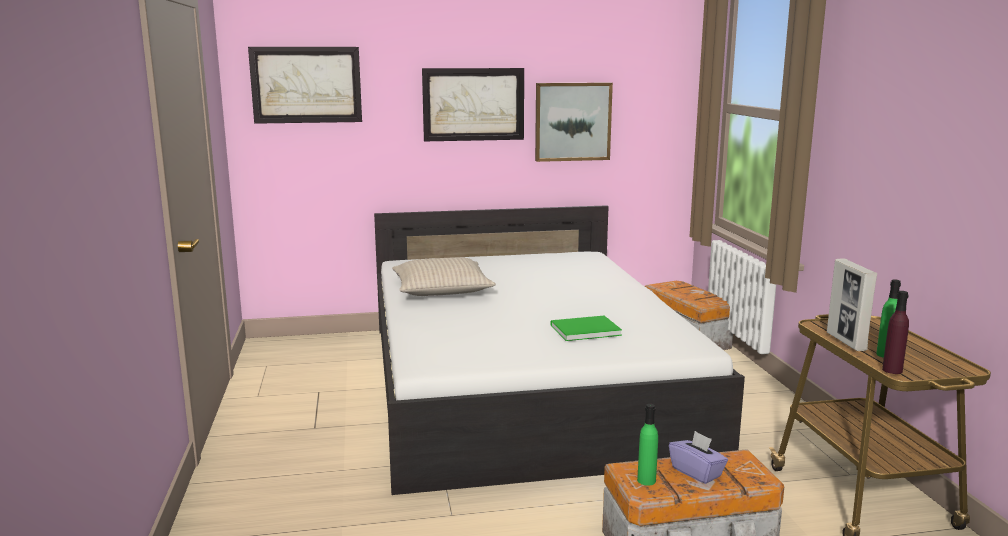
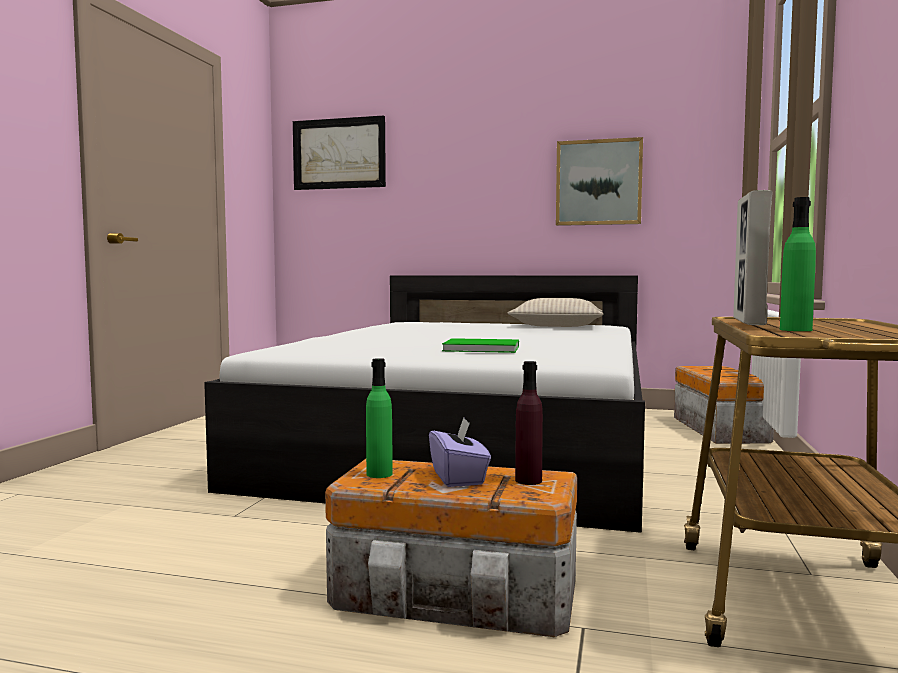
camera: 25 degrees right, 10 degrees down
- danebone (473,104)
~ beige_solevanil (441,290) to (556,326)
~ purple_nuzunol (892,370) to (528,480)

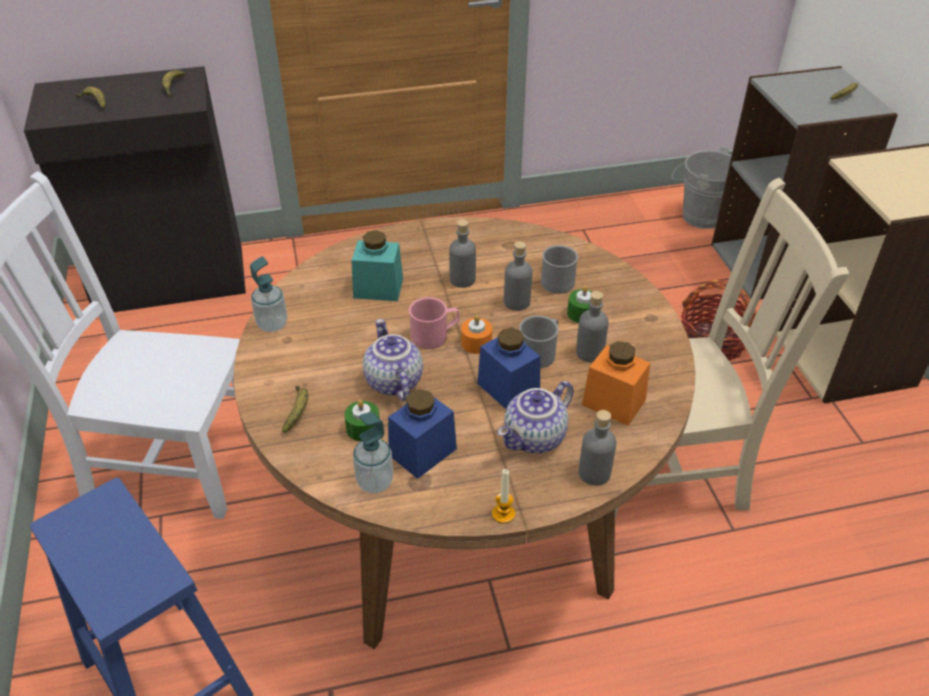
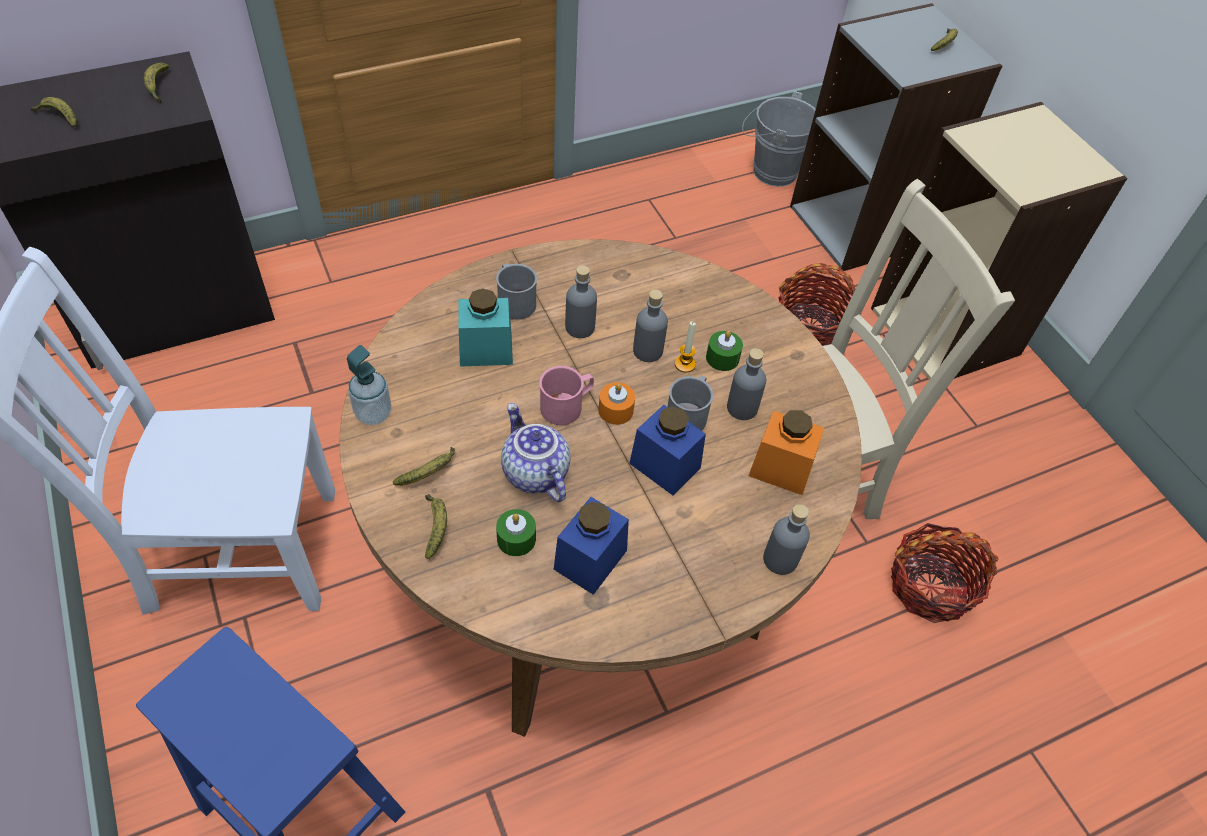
camera: 15 degrees left, 10 degrees up
- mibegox (375,482)
- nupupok (535,439)
+ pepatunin (429,473)
+ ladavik (930,586)
~ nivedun (503,514) to (685,364)
~ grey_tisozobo (555,279) to (514,301)

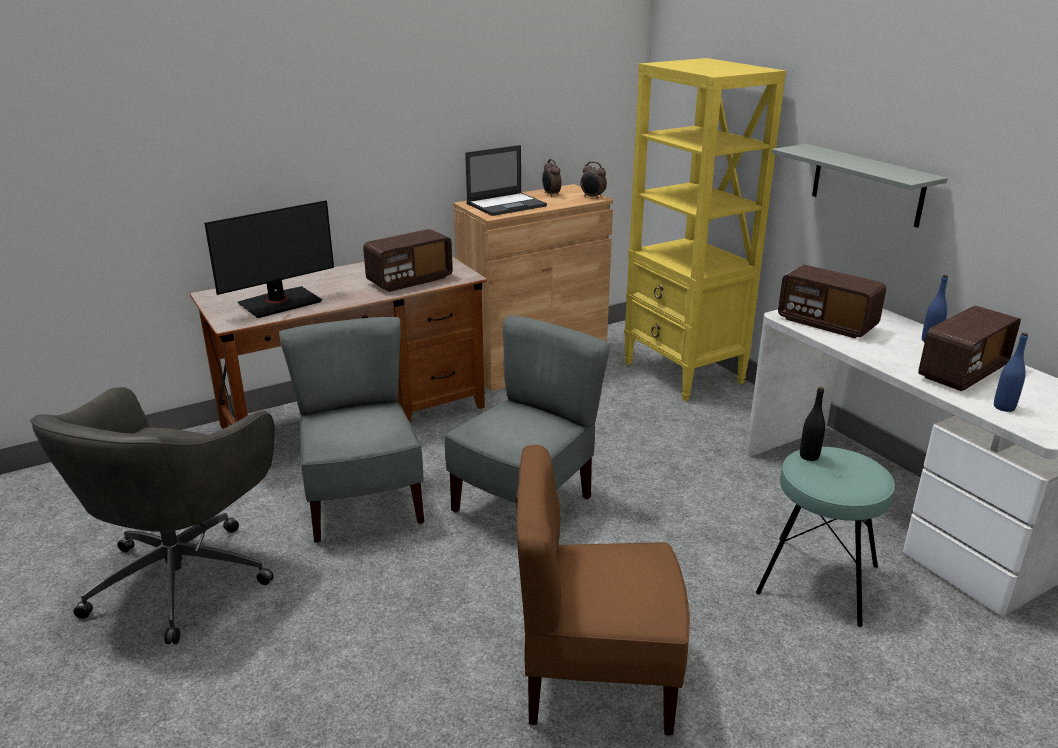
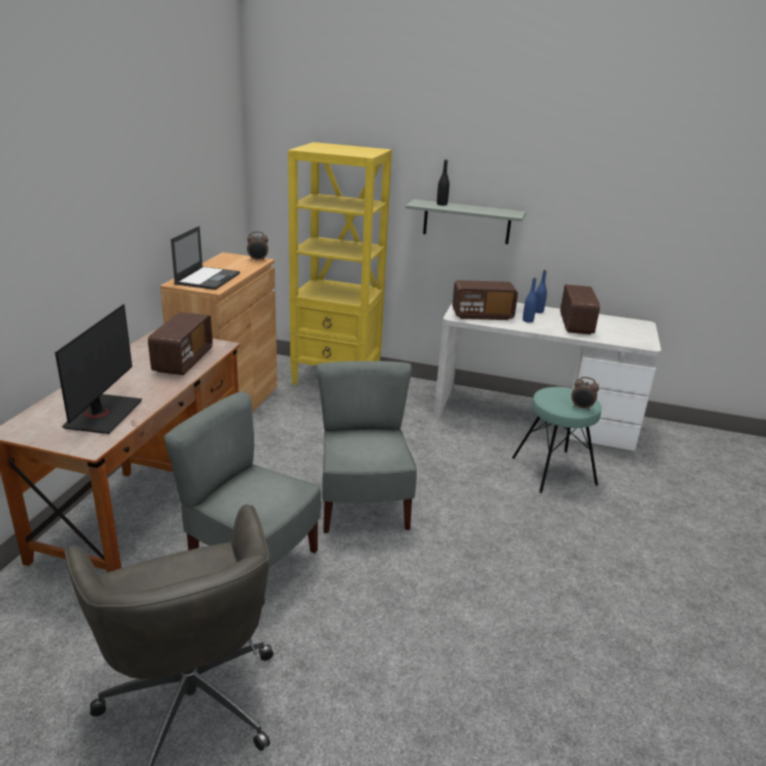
camera: 45 degrees left, 0 degrees up
- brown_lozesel (596,679)
~ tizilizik (551,194) to (581,408)
~ black_nuzunol (809,456) to (442,204)
~ blue_nuzunol (1004,407) to (528,320)

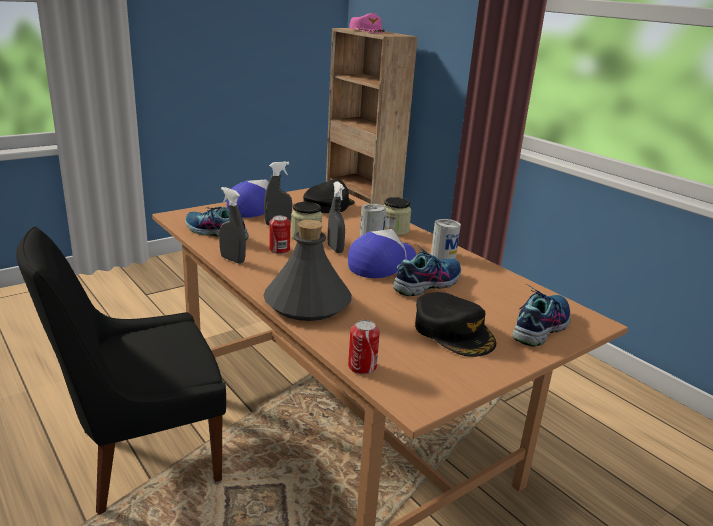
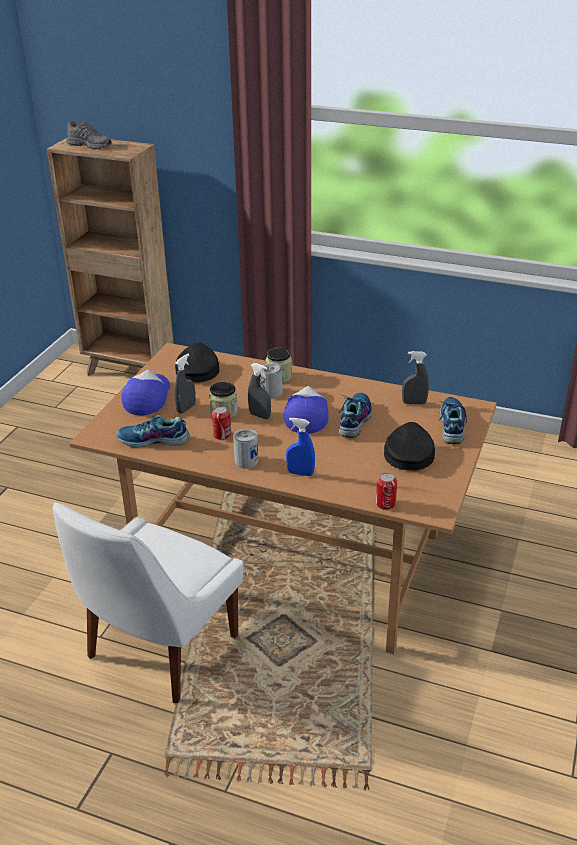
camera: 30 degrees left, 10 degrees up
~ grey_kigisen (232,260) to (414,403)
~ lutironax (443,255) to (246,461)
~ grey_nuzunol (307,303) to blue_kigisen (300,473)
~ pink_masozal (367,30) to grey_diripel (90,145)
~ black_lozesel (143,456) to white_lozesel (159,650)
~ black_masozal (453,331) = (408,453) 105 degrees counterclockwise

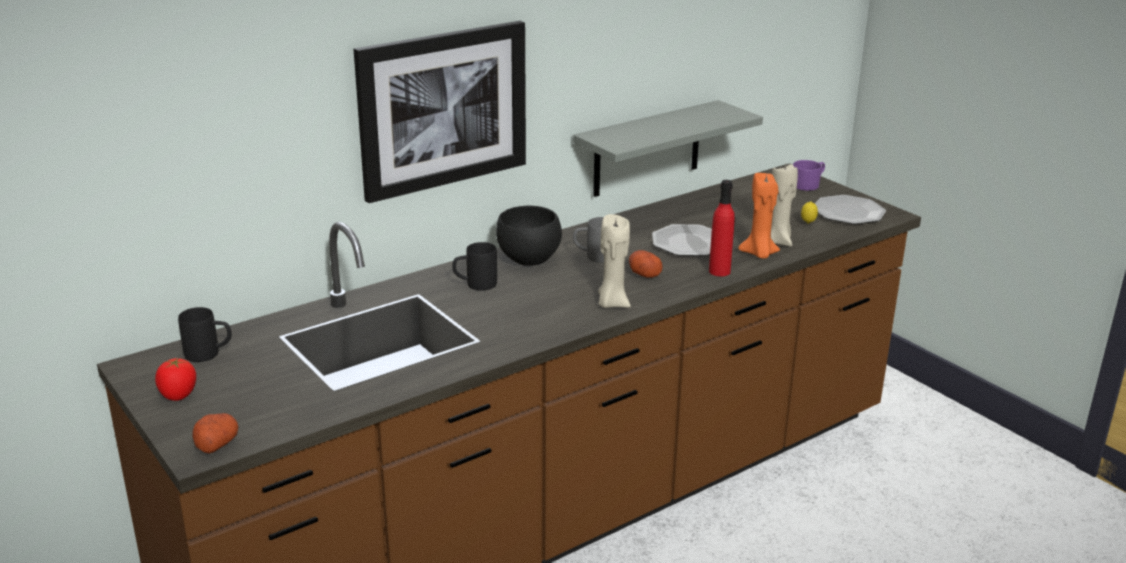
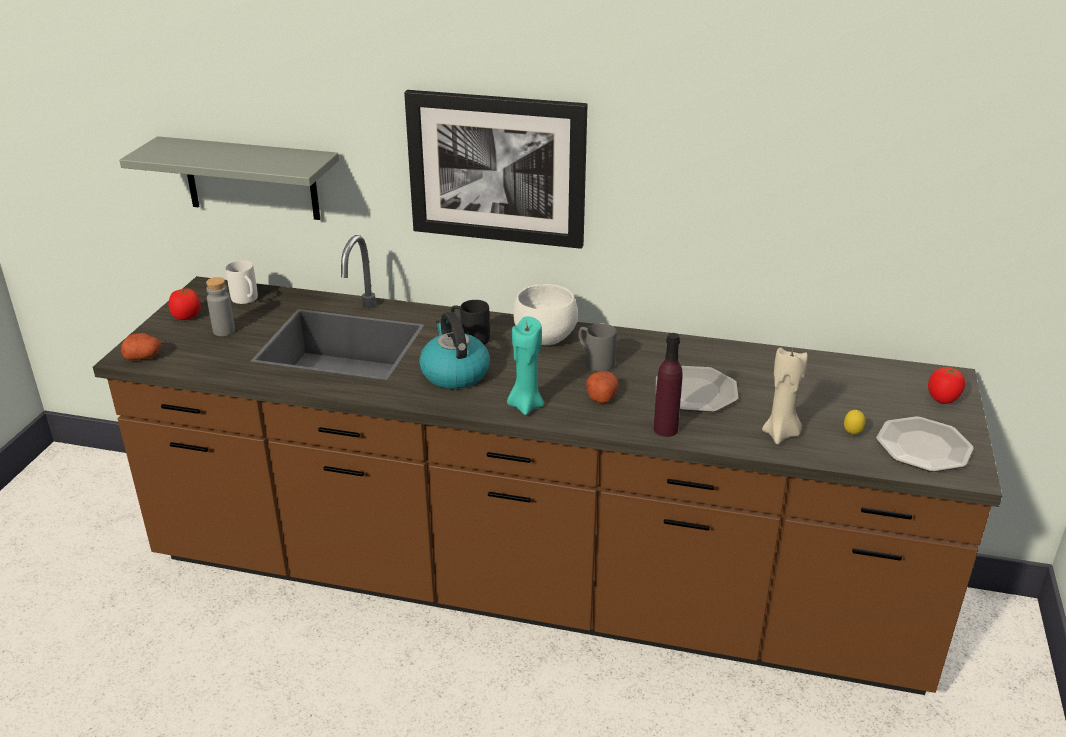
camera: 50 degrees right, 5 degrees up
- orange_nivedun (759,254)
+ grey_nuzunol (224,331)
+ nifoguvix (454,373)
~ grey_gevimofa (647,149) to (251,178)
~ purple_tisozobo (808,185) to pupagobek (942,399)
~ black_tisozobo (209,354) to white_tisozobo (247,300)
~ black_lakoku (528,260) to white_lakoku (543,339)
~ beige_nivedun (612,303) to turquoise_nivedun (525,405)
~ red_nuzunol (719,271) to purple_nuzunol (665,429)

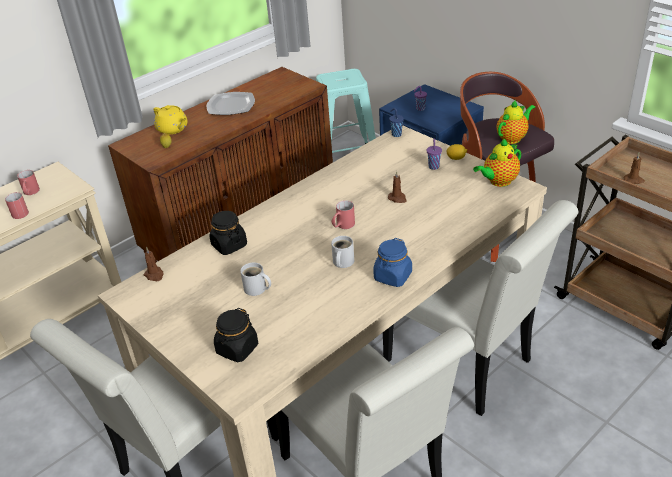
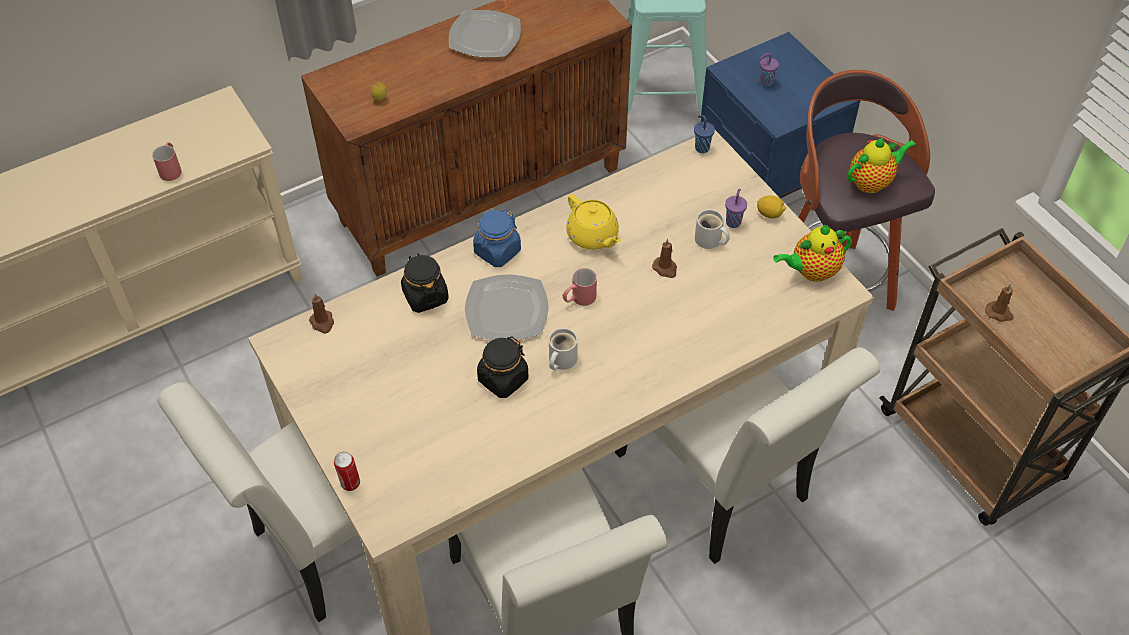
camera: 10 degrees right, 15 degrees up
- red_tisozobo (30,193)
+ lutironax (350,484)
+ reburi (506,311)
~ yellow_nupupok (173,129) to (593,236)
~ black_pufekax (237,349) to (503,379)
~ white_tisozobo (256,289) to (709,241)
~ blue_pufekax (393,276) to (497,252)

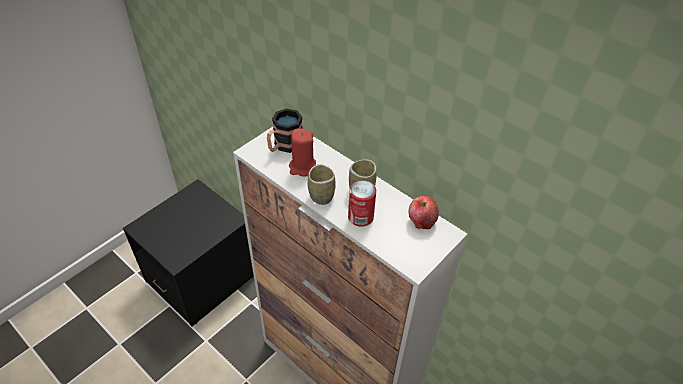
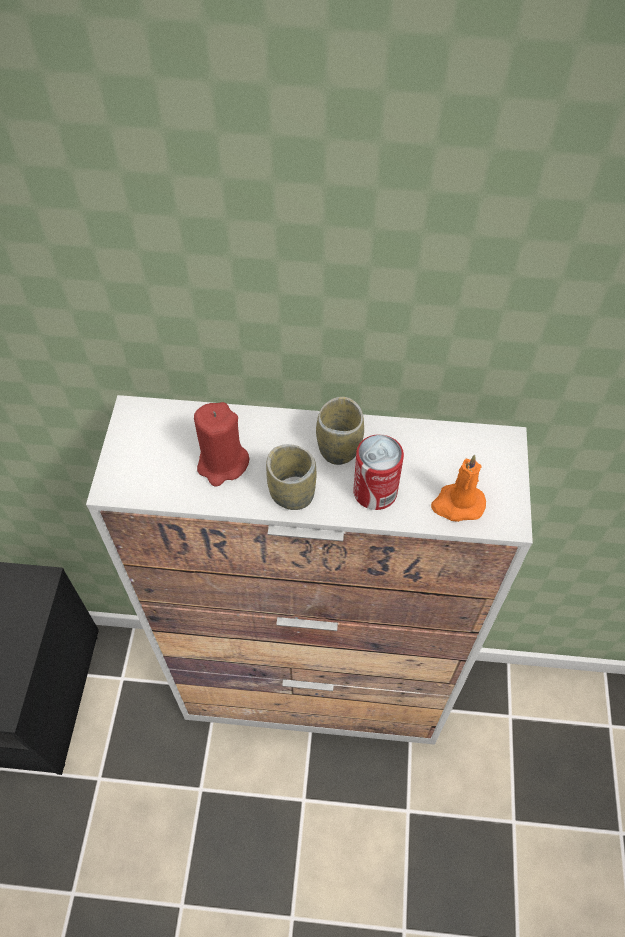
camera: 35 degrees left, 10 degrees up
- tisozobo (284,146)
- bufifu (421,221)
+ orange_nivedun (457,504)

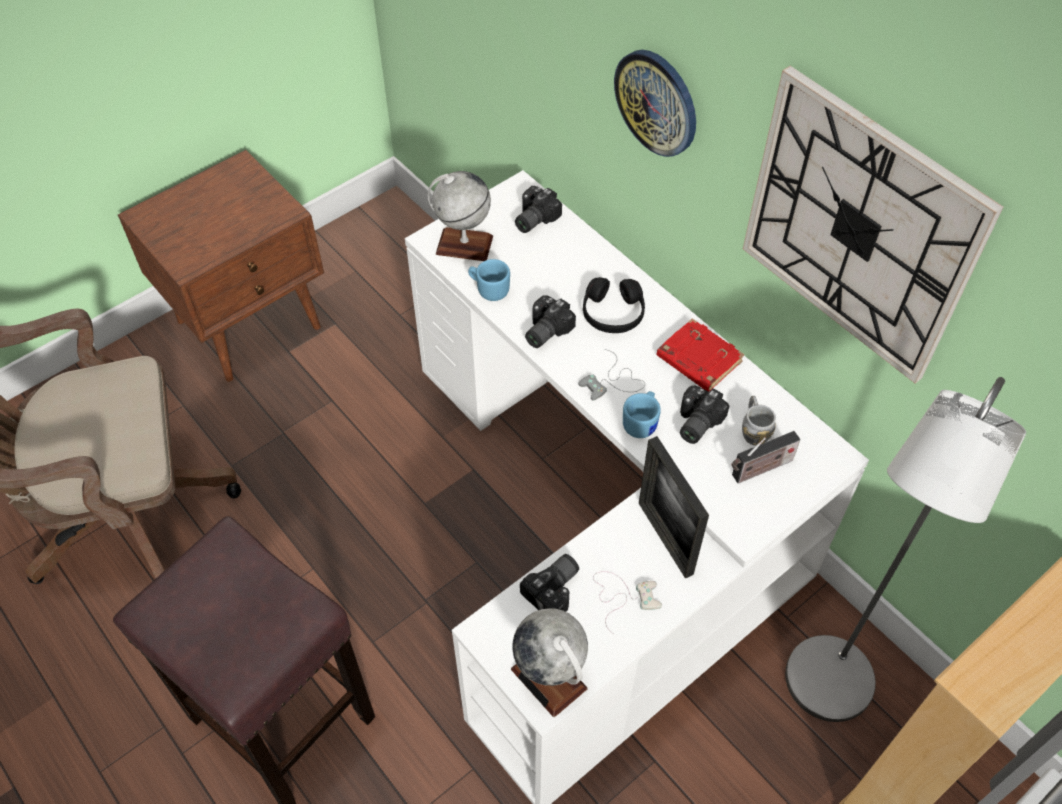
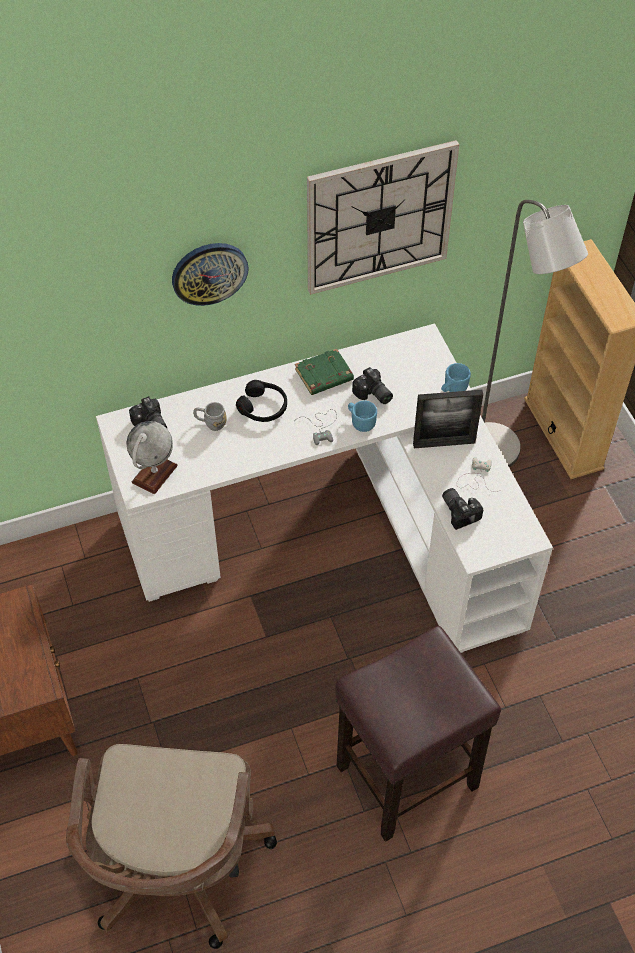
camera: 70 degrees left, 0 degrees up
- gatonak (549,679)
- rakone (544,330)
- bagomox (760,469)
~ blue_tisozobo (489,289) to (452,388)
~ grey_tisozobo (753,429) to (210,423)
~ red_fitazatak (697,360) to green_fitazatak (324,376)

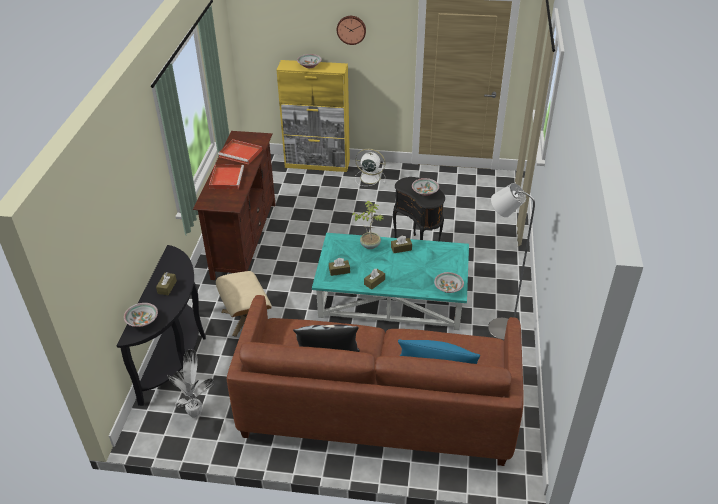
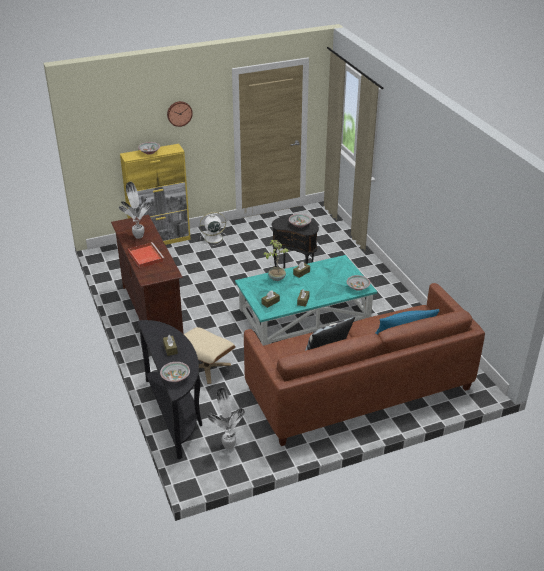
camera: 30 degrees left, 5 degrees down
- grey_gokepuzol (496,328)
~ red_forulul (241,153) to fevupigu (138,235)

